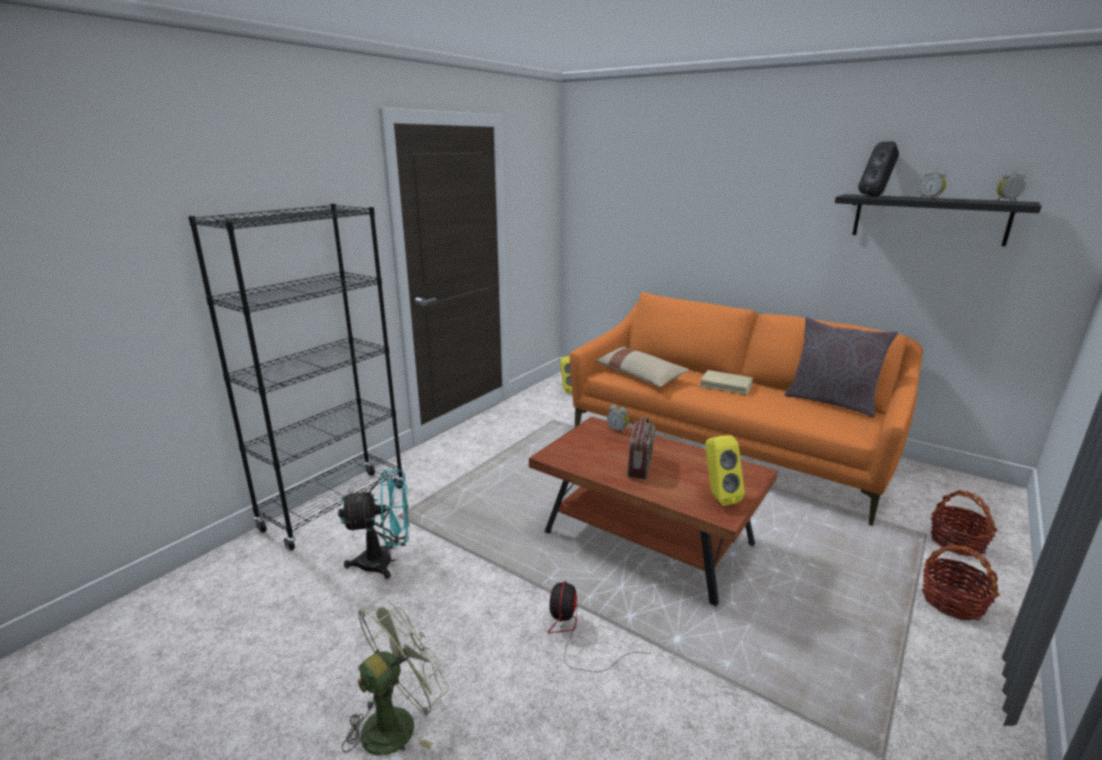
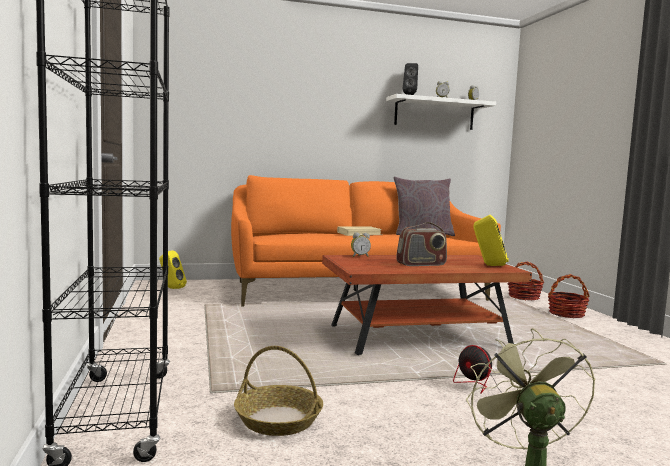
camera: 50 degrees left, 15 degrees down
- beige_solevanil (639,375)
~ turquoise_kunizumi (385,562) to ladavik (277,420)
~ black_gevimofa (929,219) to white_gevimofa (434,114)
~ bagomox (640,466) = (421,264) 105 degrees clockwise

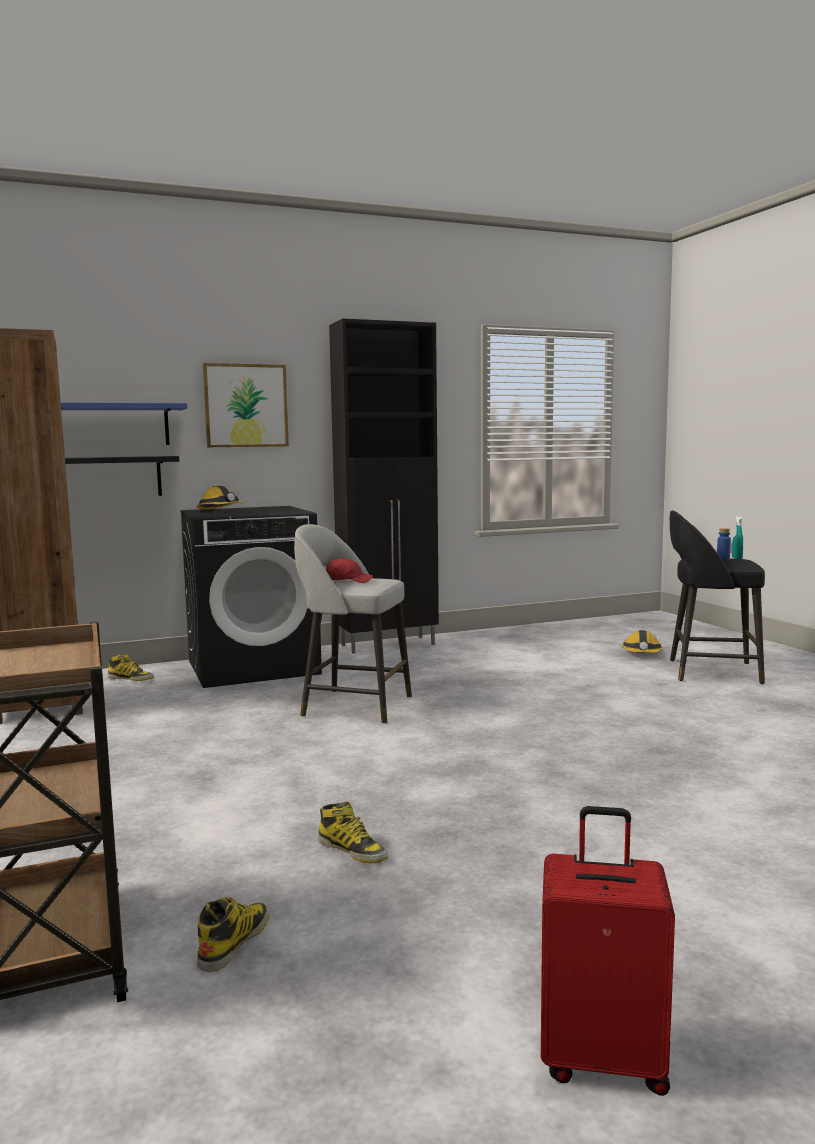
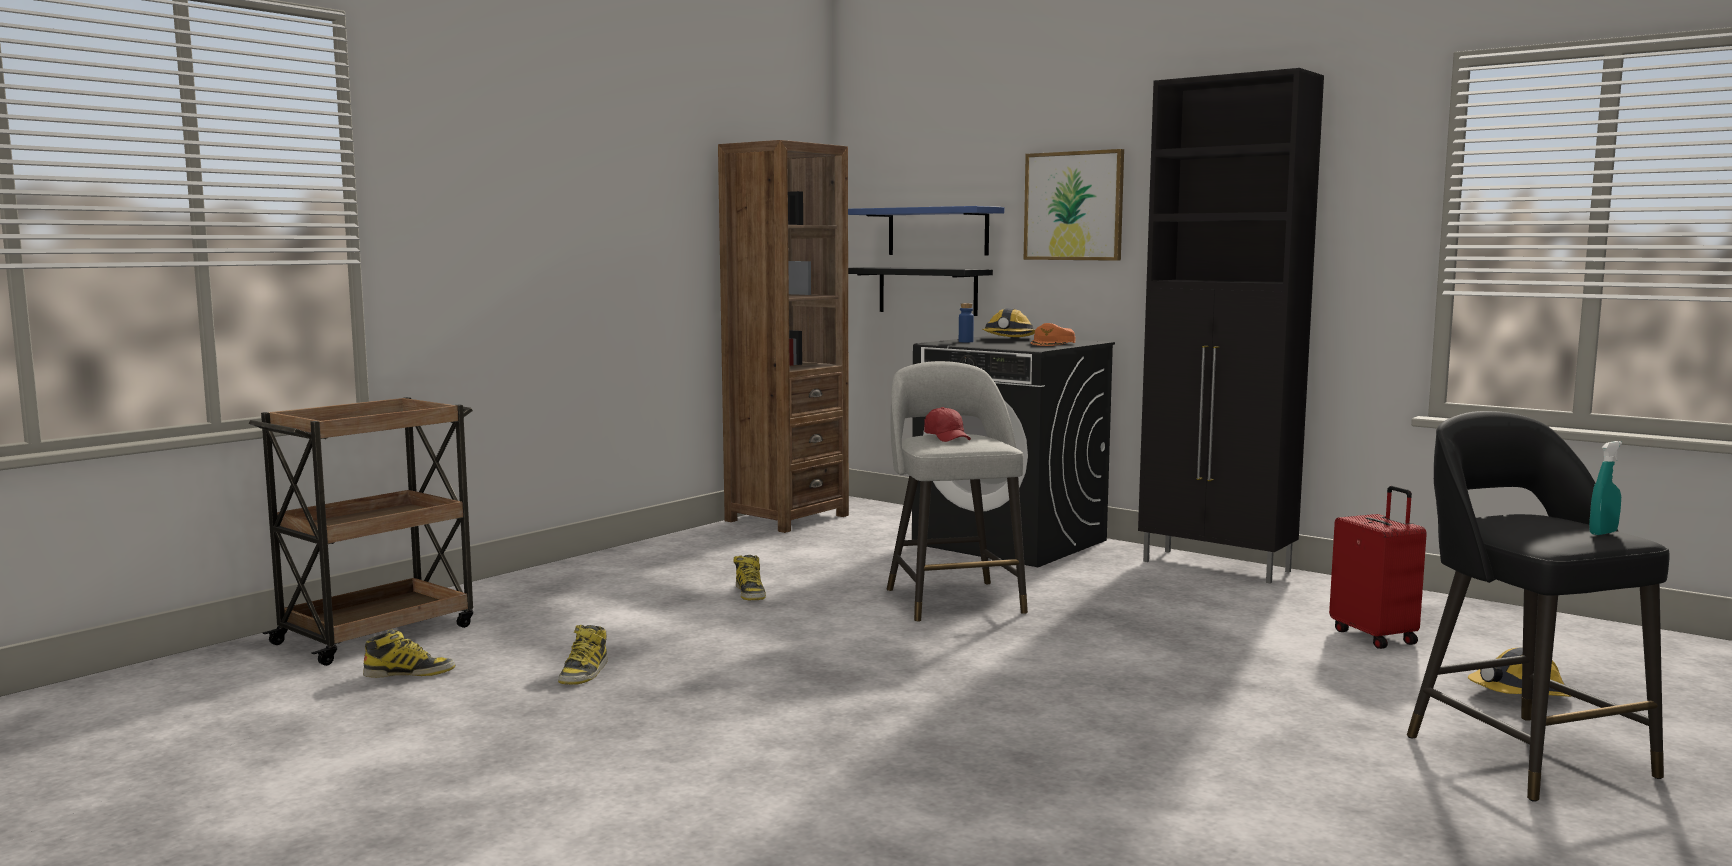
camera: 60 degrees right, 0 degrees up
+ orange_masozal (1053,343)
~ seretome (131,678) to (750,593)
~ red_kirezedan (603,1058) to (1375,636)
~ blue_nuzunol (723,559) to (966,341)

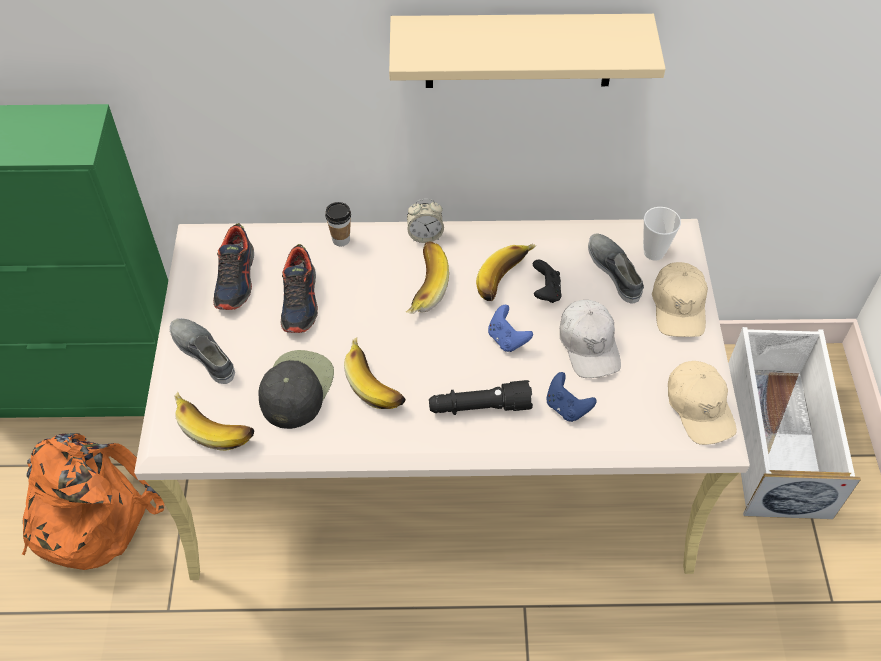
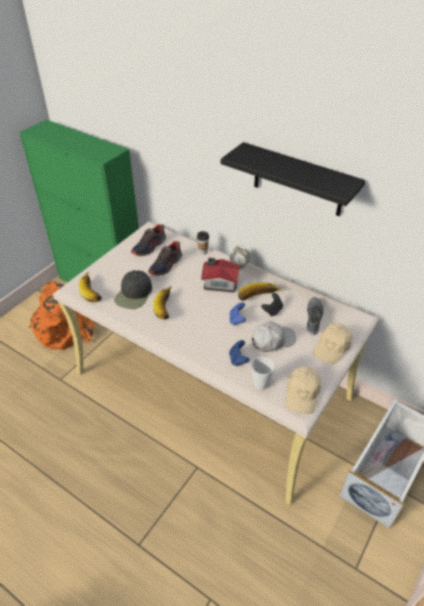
camera: 35 degrees right, 10 degrees down
- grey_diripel (204,353)
- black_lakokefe (479,407)
~ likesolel (654,252) to (261,384)
~ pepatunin (422,286) to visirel (219,283)
~ beige_gevimofa (519,50) to black_gevimofa (298,180)
~ black_masozal (296,388) = (134,294) 150 degrees clockwise
~ white_masozal (589,344) = (272,340) 135 degrees counterclockwise

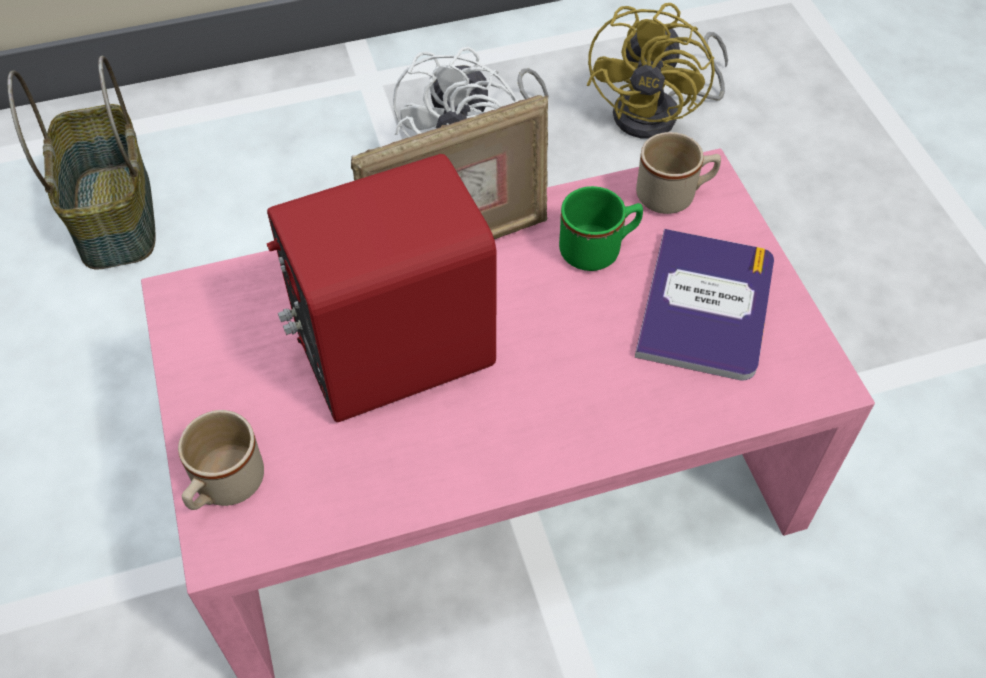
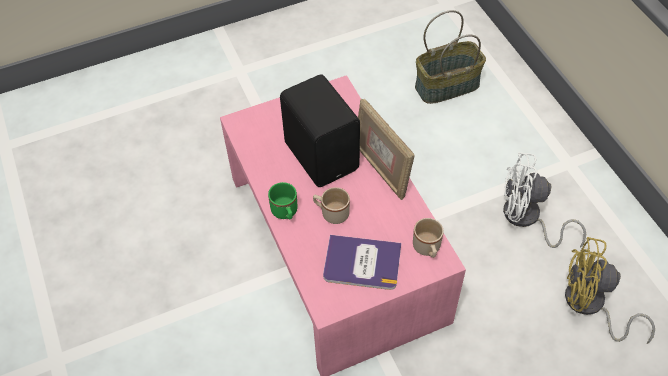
camera: 85 degrees right, 0 degrees up
~ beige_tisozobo (224,487) to (331,213)
~ green_tisozobo (598,249) to (285,213)
~ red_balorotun (390,350) to black_balorotun (322,155)

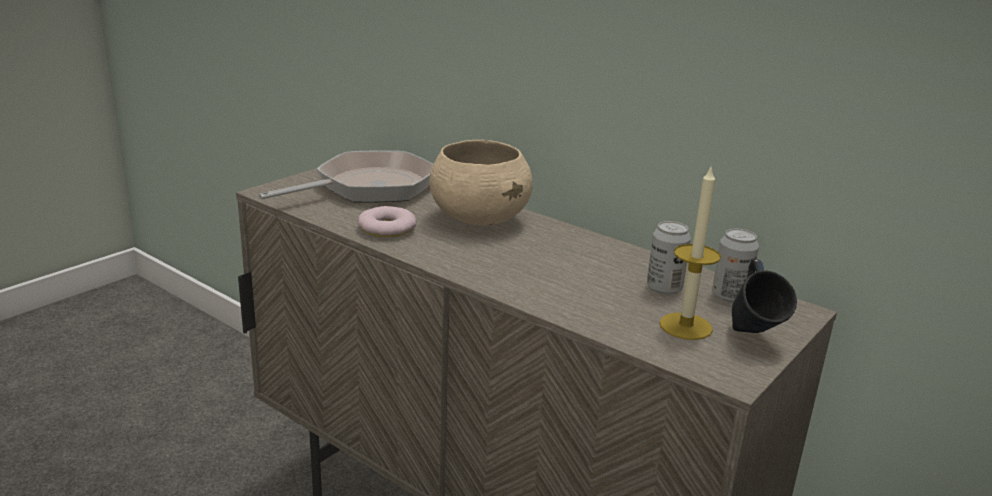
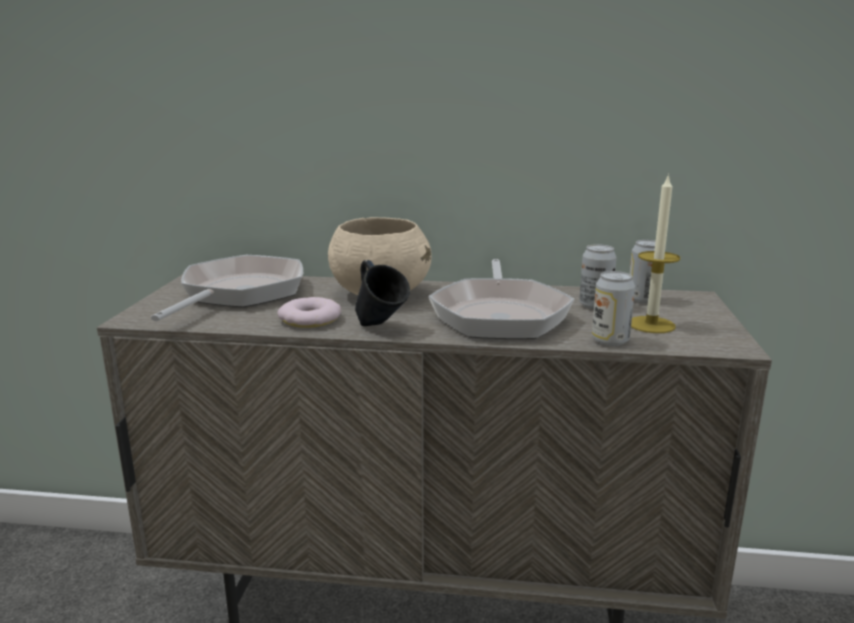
camera: 30 degrees left, 5 degrees down
+ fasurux (500,314)
+ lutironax (610,340)
~ blue_tisozobo (753,338) to (379,328)

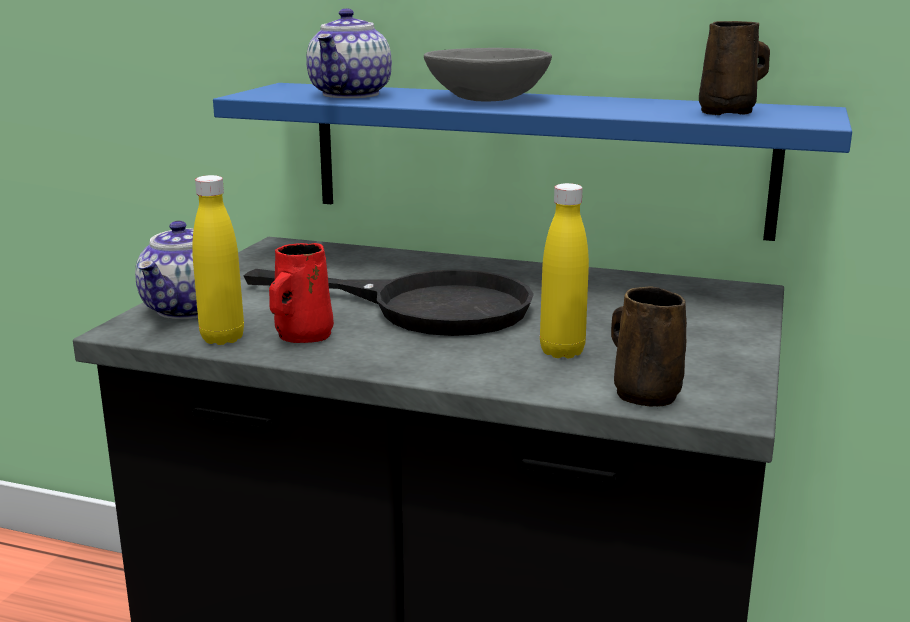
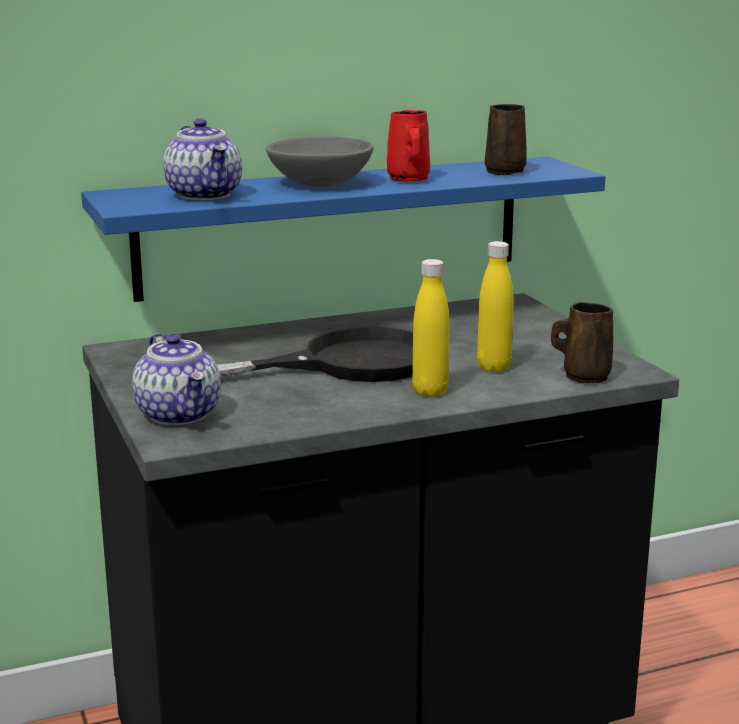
camera: 40 degrees left, 0 degrees up
~ yellow_nuzunol (222,338) to (430,391)
~ red_tisozobo (302,336) to (408,179)

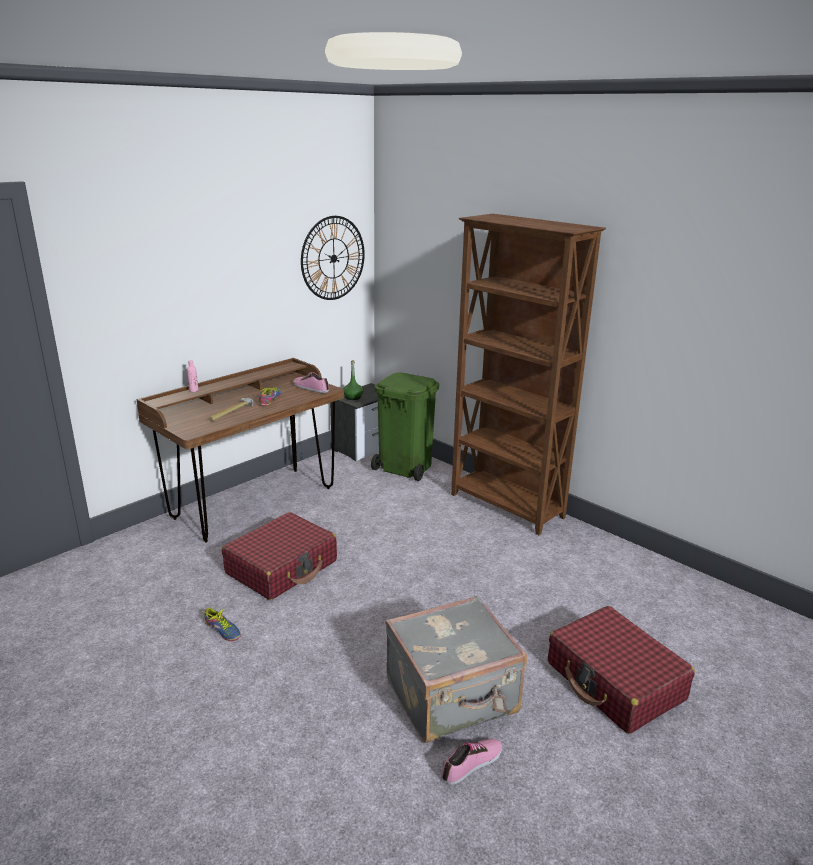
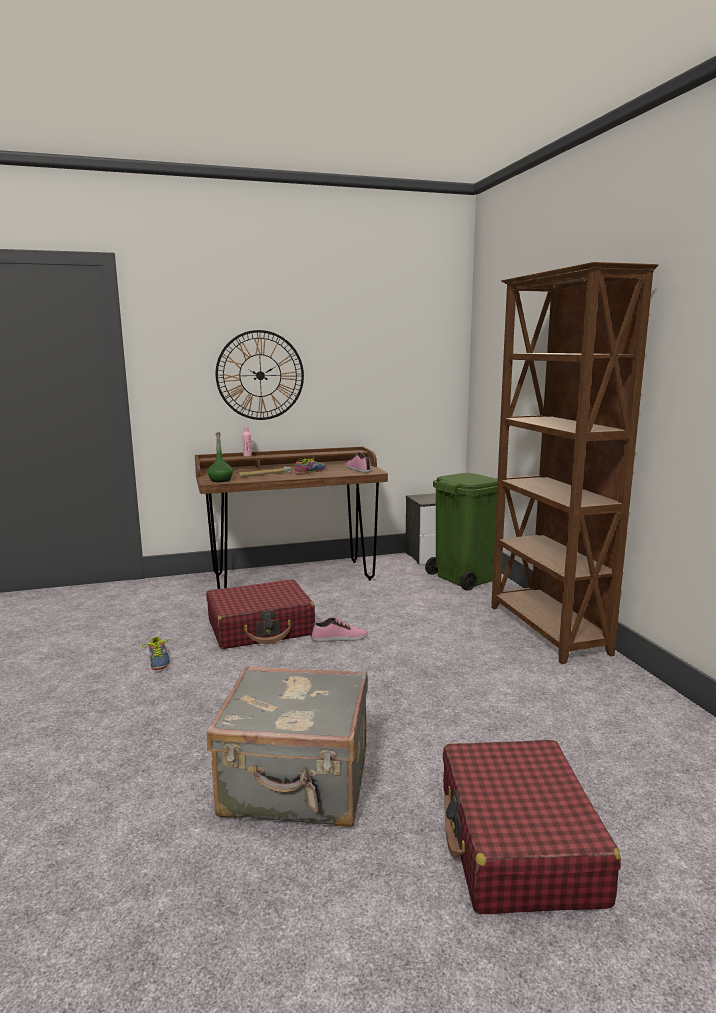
camera: 30 degrees right, 10 degrees down
~ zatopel (333,258) to (260,375)
~ green_nuzunol (353,397) to (220,480)
~ diripel (472,764) to (339,638)

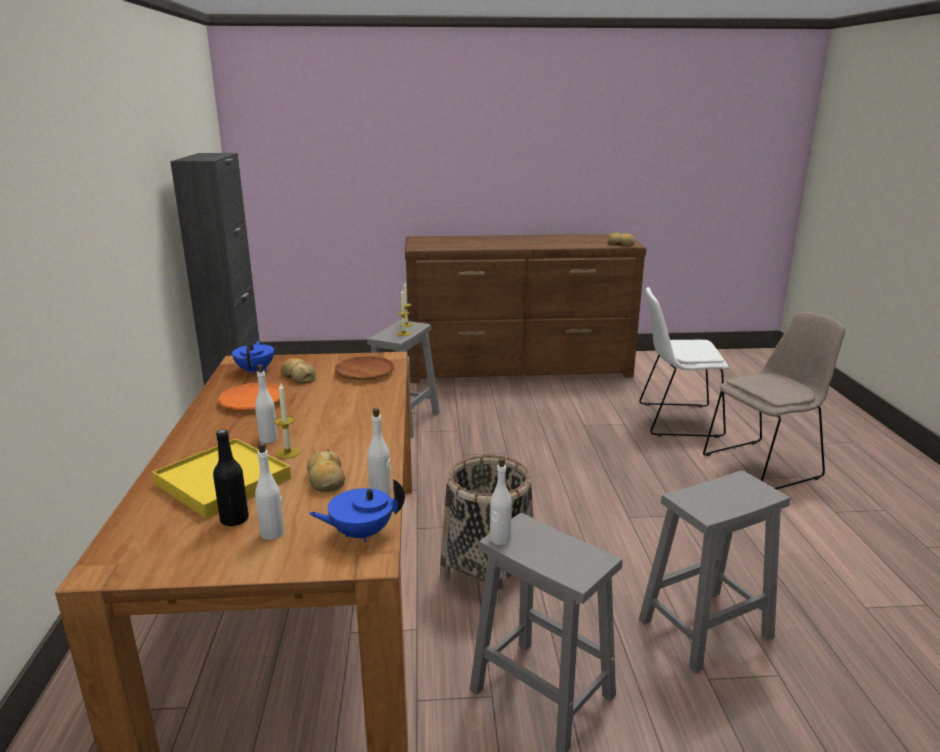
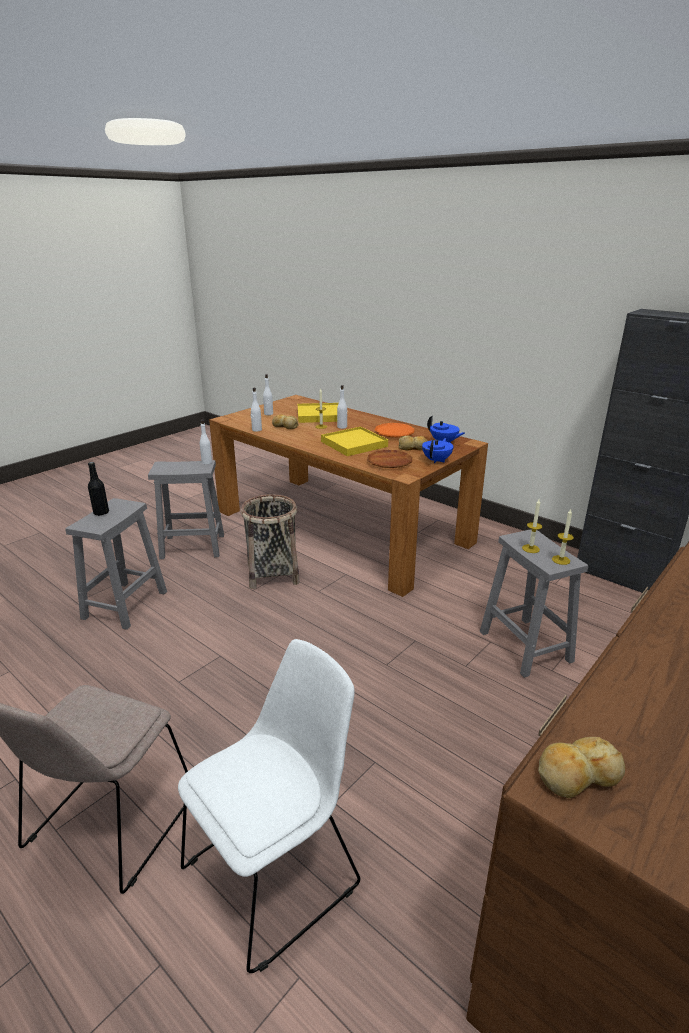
camera: 135 degrees right, 5 degrees up
+ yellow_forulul (354,444)
~ black_nuzunol (234,520) to (101,512)
~ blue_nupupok (361,533) to (437,460)

